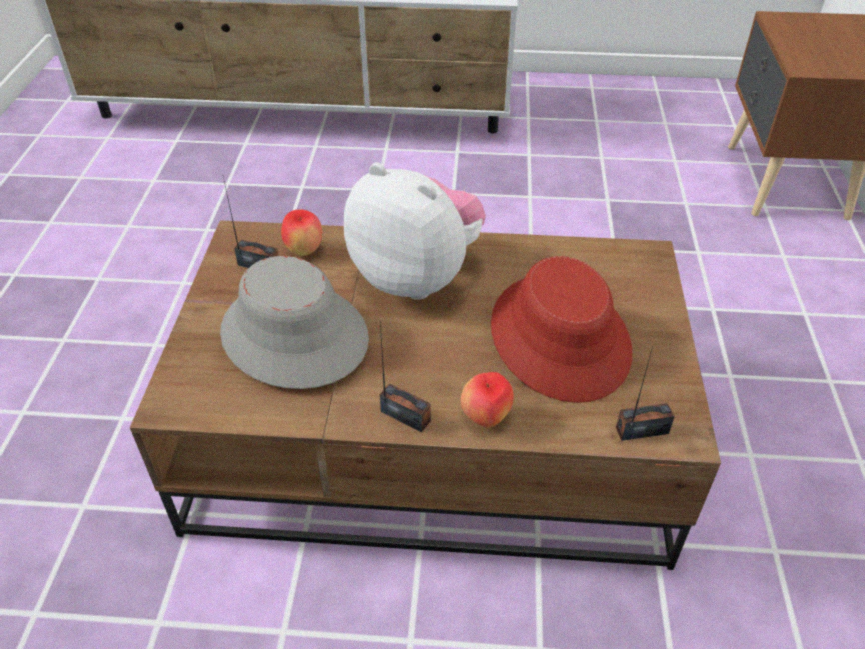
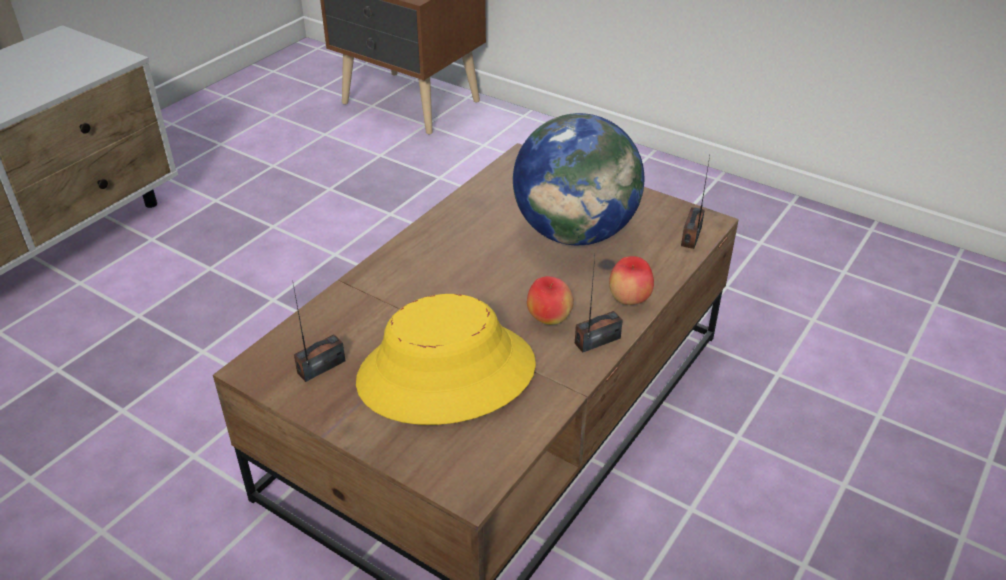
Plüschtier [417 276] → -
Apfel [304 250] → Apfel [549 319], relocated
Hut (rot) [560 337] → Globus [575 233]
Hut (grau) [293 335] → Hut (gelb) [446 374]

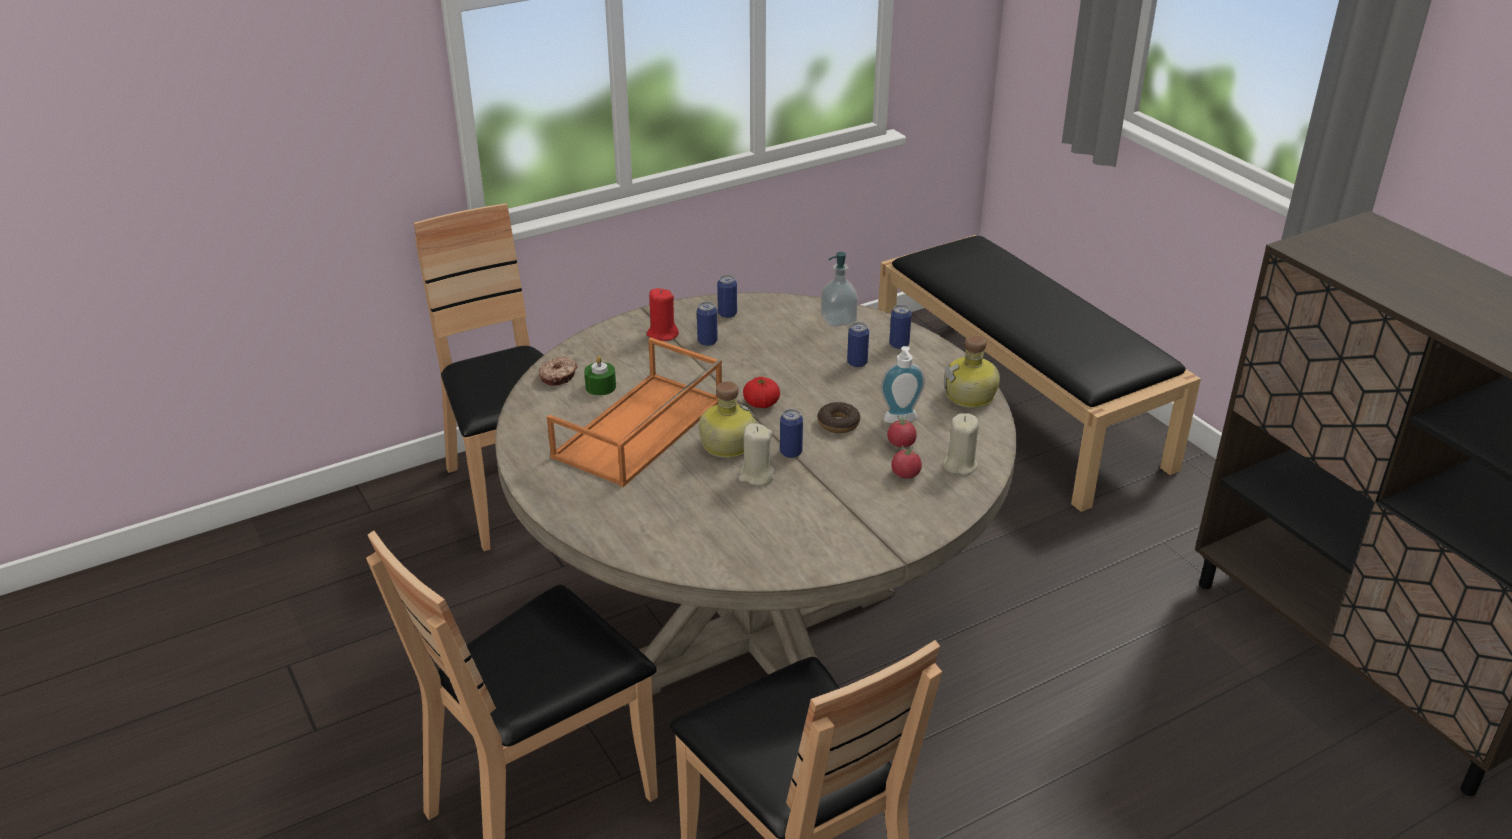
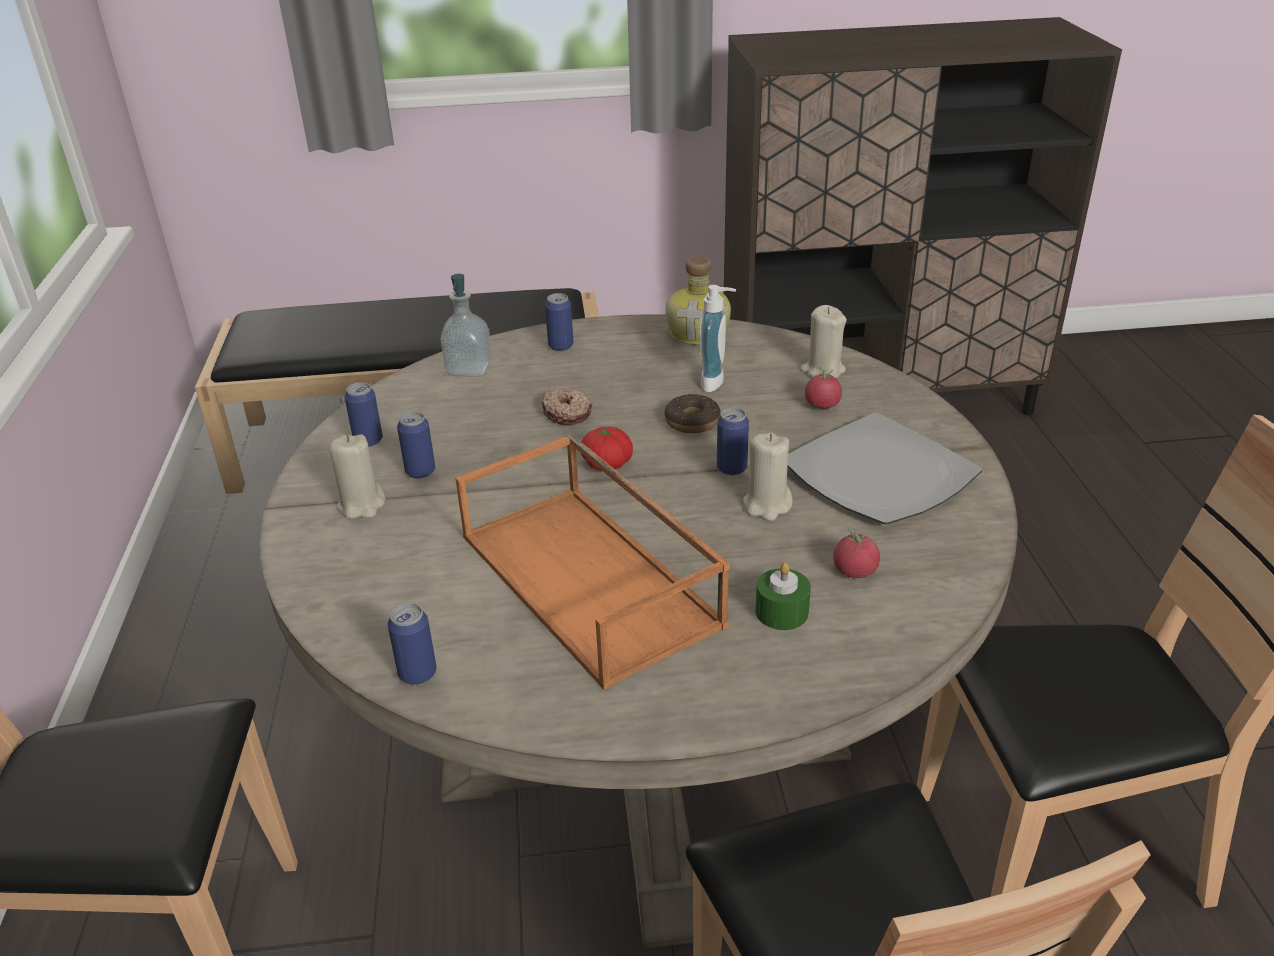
Flasche [726 444] → -
- → Teller [879 476]
Donut [559 376] → Donut [567 413], relocated
Kerze (grün) [600 387] → Kerze (grün) [781 612], relocated
Dose [857 363] → Dose [417 673], relocated
Tomate [901 444] → Tomate [854 571], relocated
Kerze (rot) [662 334] → Kerze (beige) [362 505]

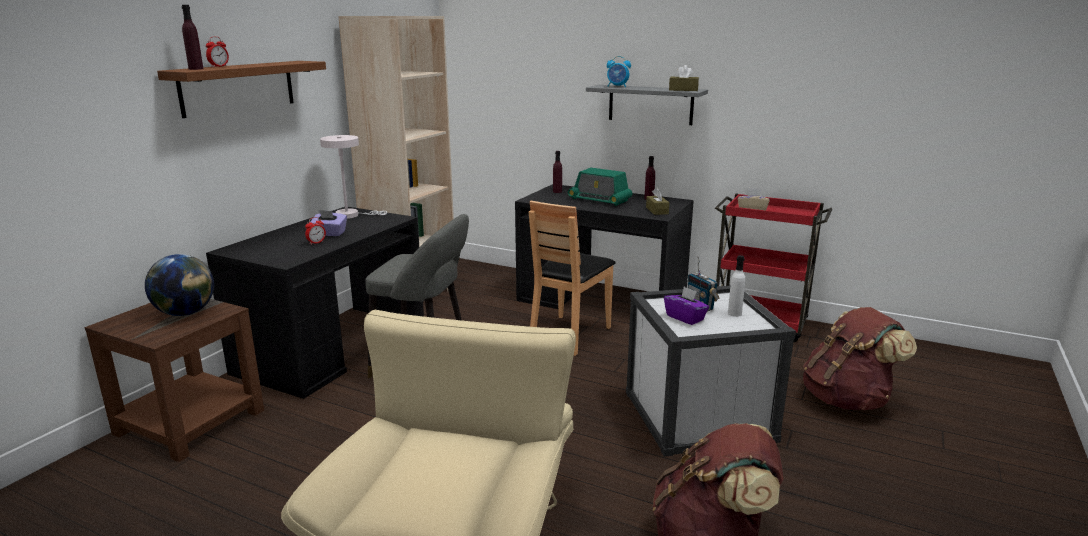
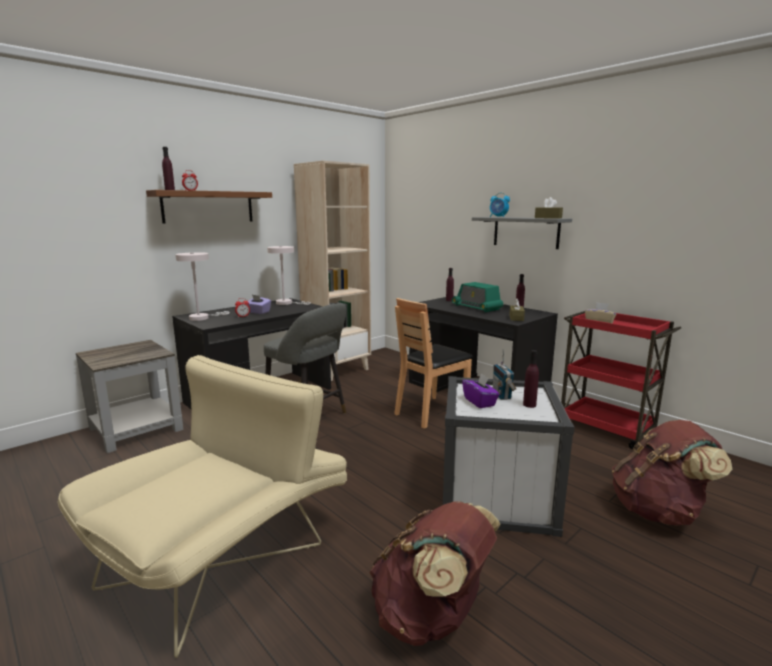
Globus [185 313] → -
- → Tischlampe (weiß) [202 318]
Beistelltisch (braun) [190 421] → Beistelltisch (grau) [136 428]
Flasche (weiß) [734 313] → Flasche (lila) [529 405]

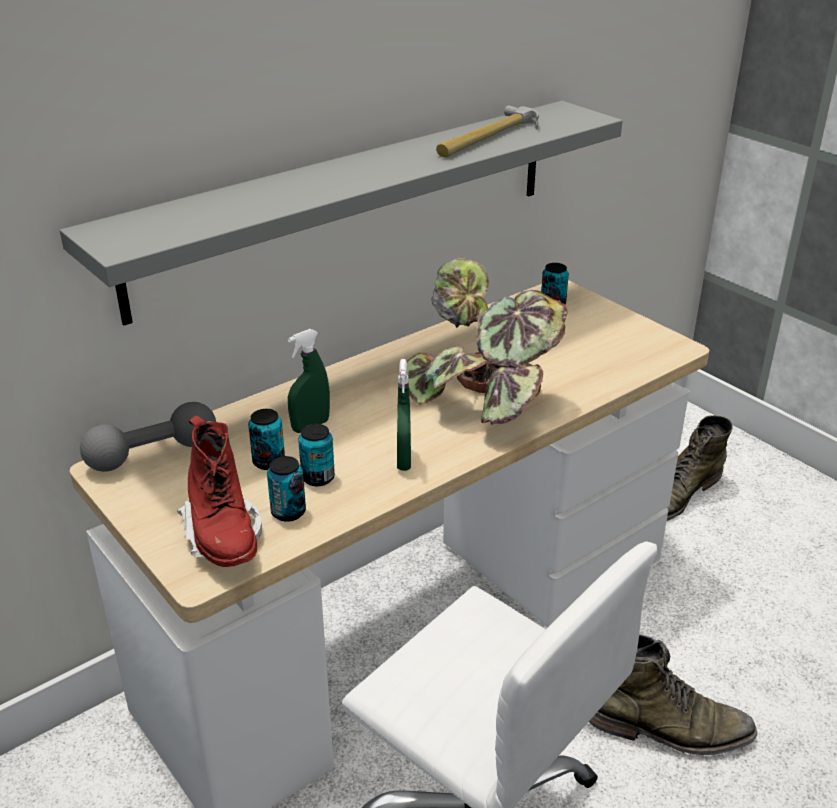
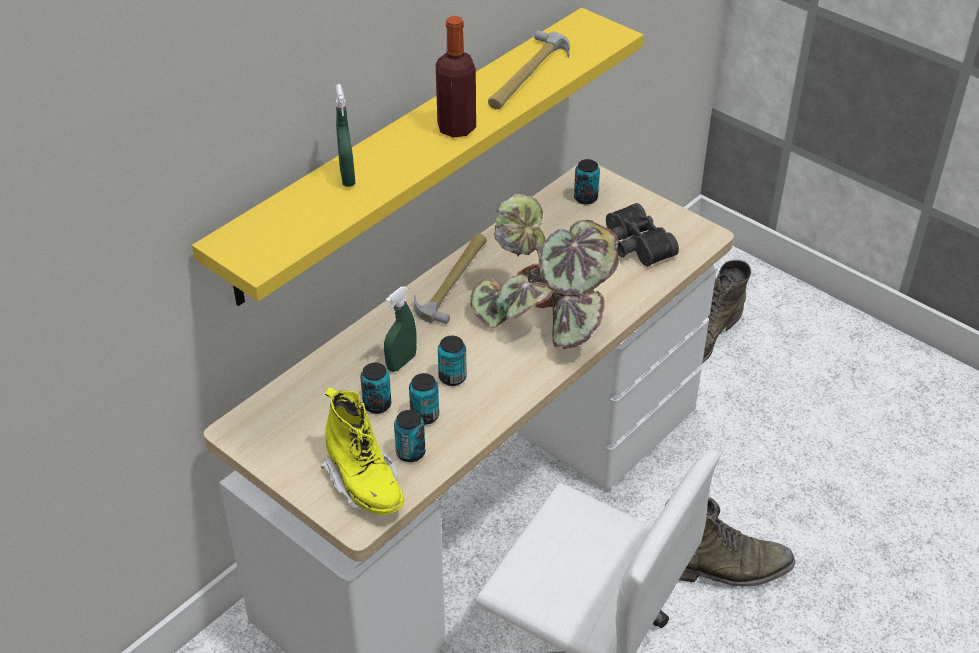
Hantel (grau) [153 454] → -
- → Hammer [454 281]
- → Flasche [456 128]
- → Dose [452 377]
- → Fernglas (schwarz) [633 246]
Sprühflasche (grün) [404 460] → Sprühflasche (grün) [347 177], relocated
Wandregal (grau) [351 204] → Wandregal (gelb) [410 151]
Stiefel (rot) [223 537] → Stiefel (gelb) [364 483]

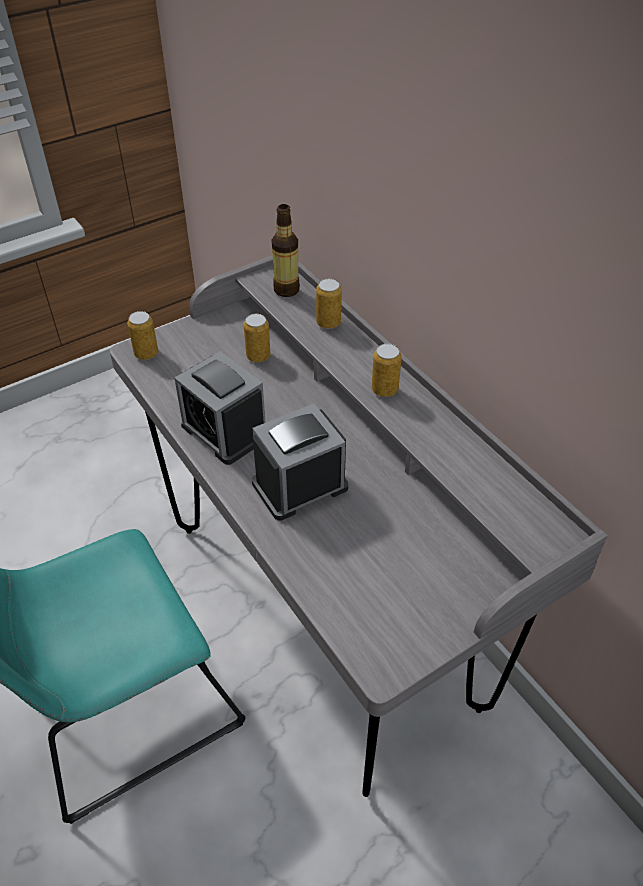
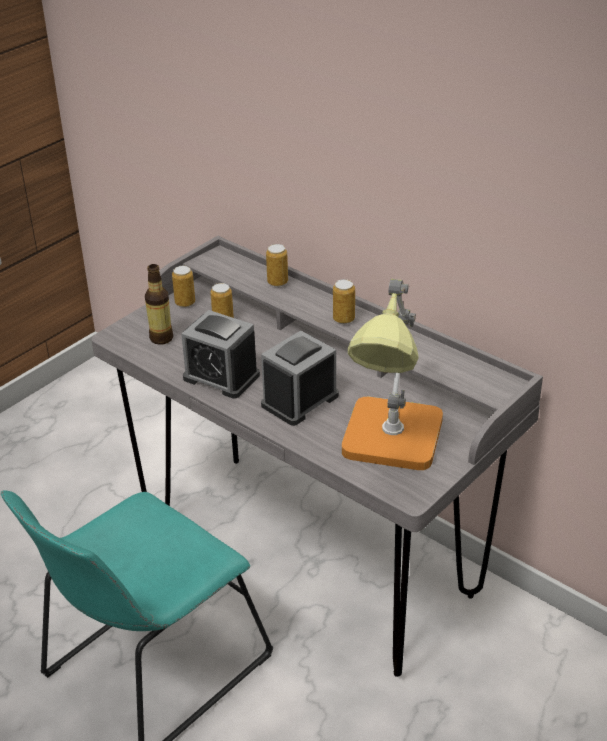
- → Tischlampe [390 445]
Dose [146 353] → Dose [185 303], relocated
Flasche [286 290] → Flasche [161 338], relocated

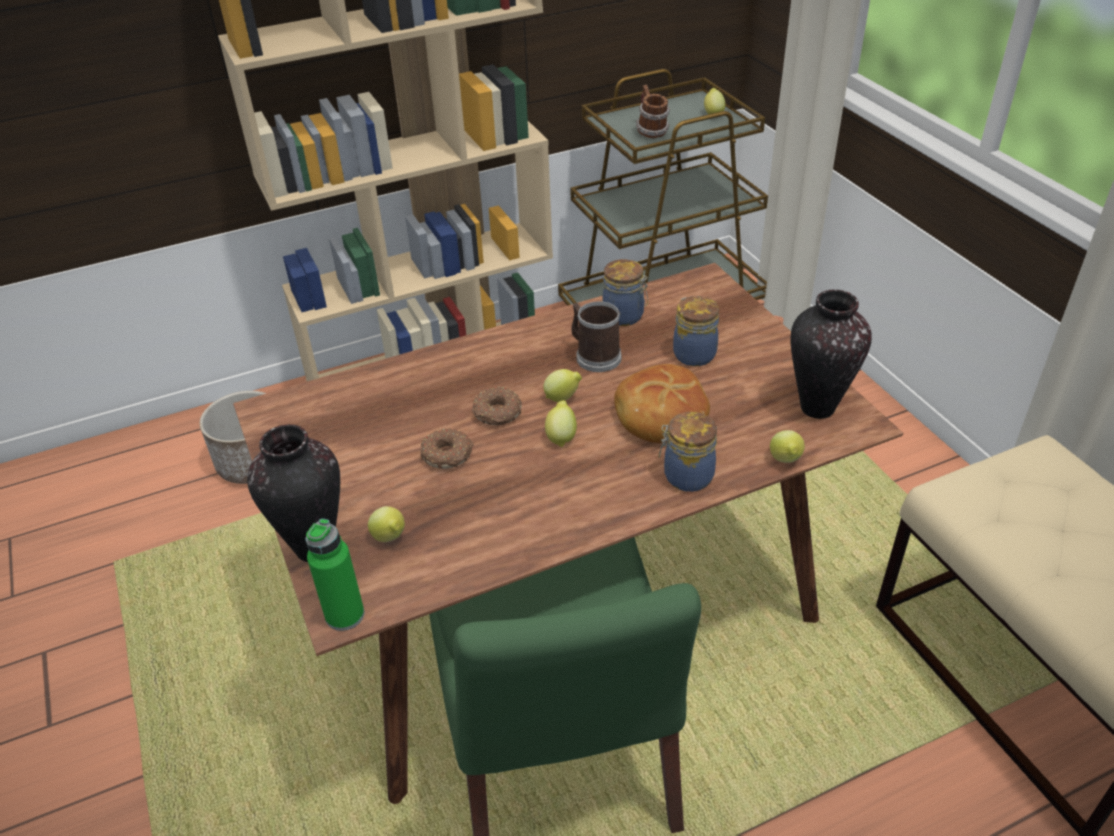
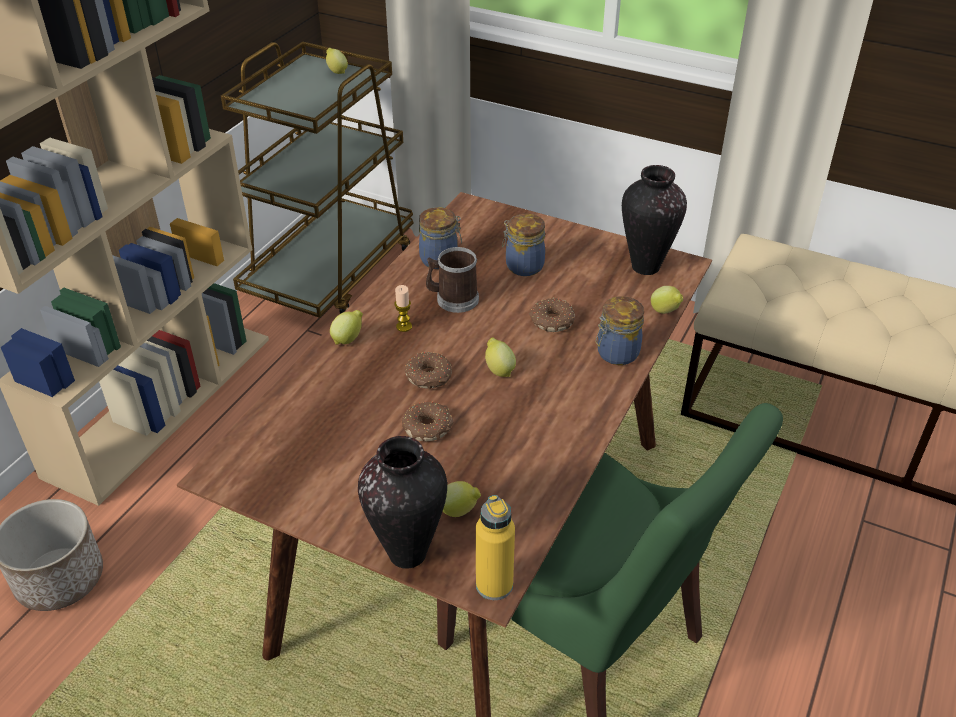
Henkelbecher [650 131] → -
- → Kerze [404 326]
Zitrone [563 398] → Zitrone [348 339], relocated
Brot [660 416] → Donut [551 321]
Flasche (grün) [345 615] → Flasche (gelb) [494 585]

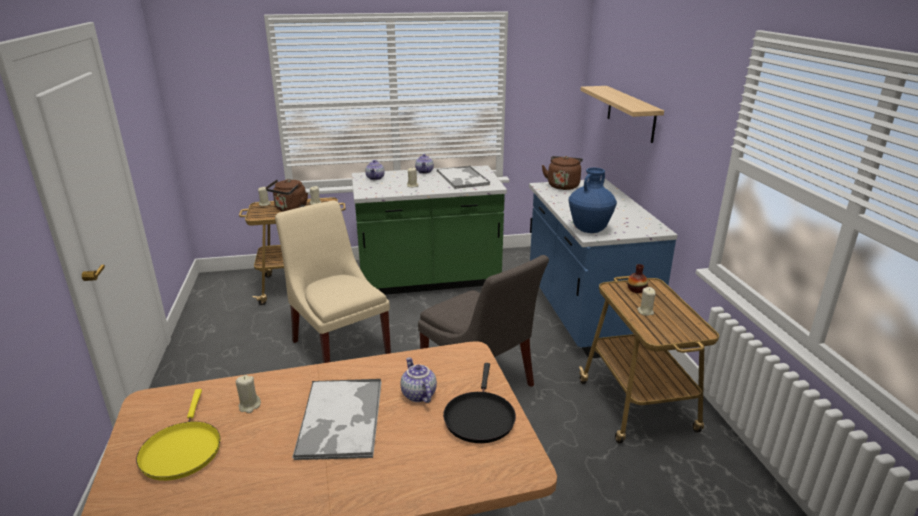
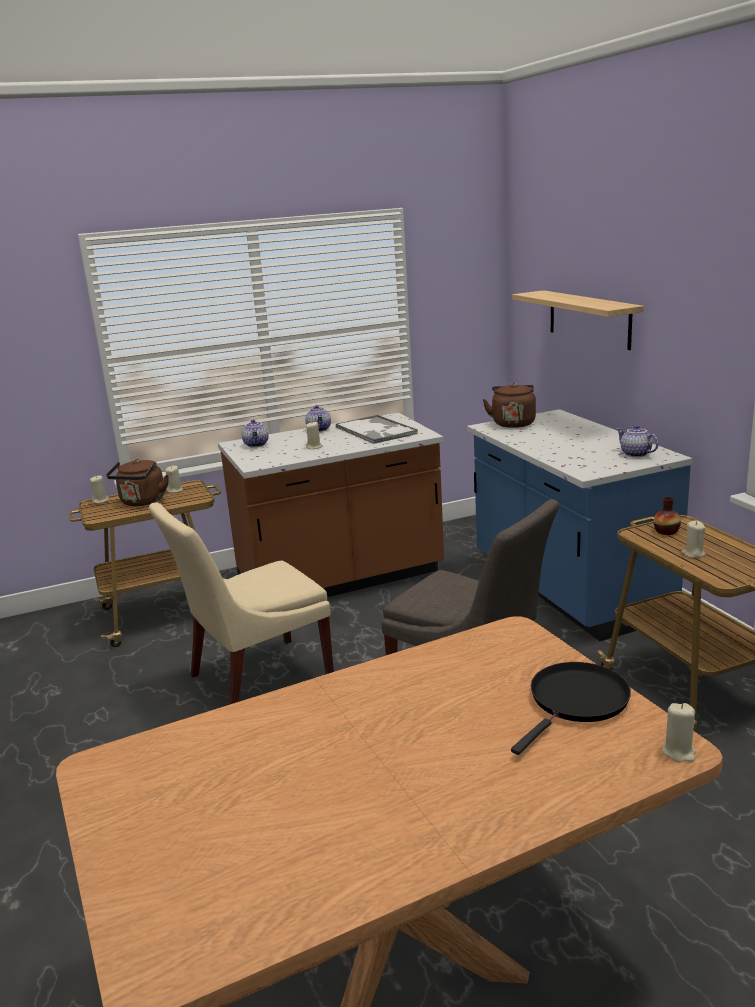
Pfanne (gelb) [182 450] → -
Tablett [340 419] → -
Vase (blau) [589 230] → -
Kerze (beige) [249 406] → Kerze (beige) [679 752], relocated
Teekanne [417 394] → Teekanne [635 454], relocated
Küchenzeile (grün) [428 280] → Küchenzeile (braun) [341 579]
Stuhl (beige) [339 344] → Stuhl (beige) [254 679], 75 degrees counterclockwise
Pfanne (schwarz) [479 417] → Pfanne (schwarz) [576 702], 135 degrees counterclockwise

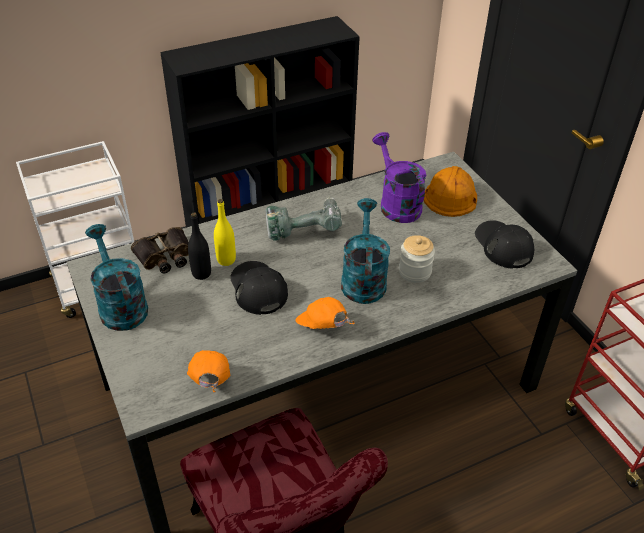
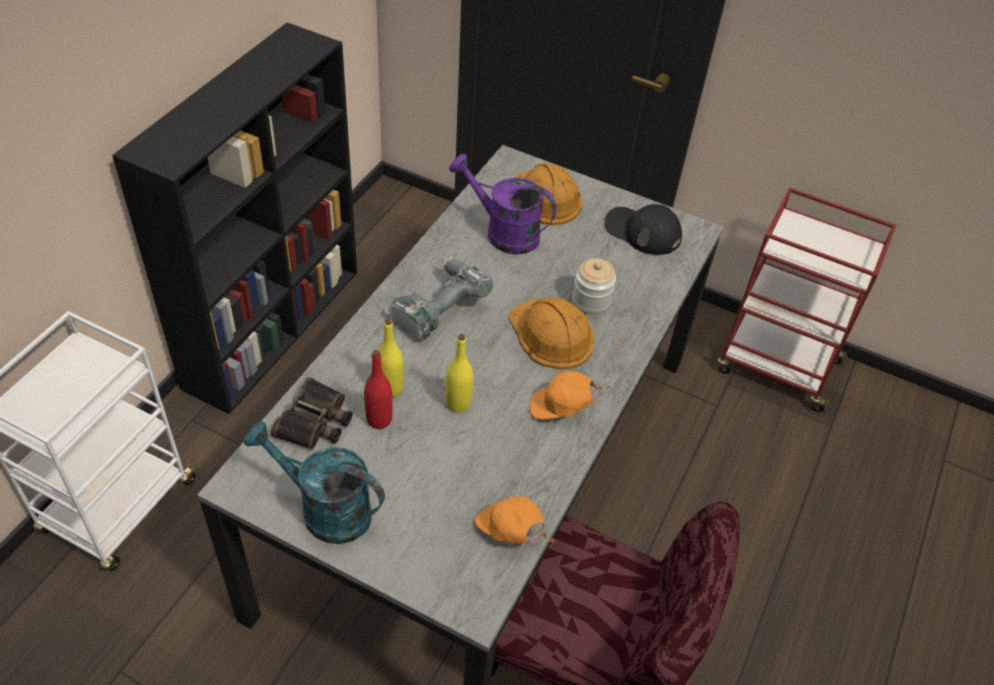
Kappe (schwarz) [258 289] → Flasche (gelb) [458 403]
Gießkanne (türkis) [363 279] → Schutzhelm (orange) [551 334]
Flasche (schwarz) [201 273] → Flasche (rot) [379 419]

